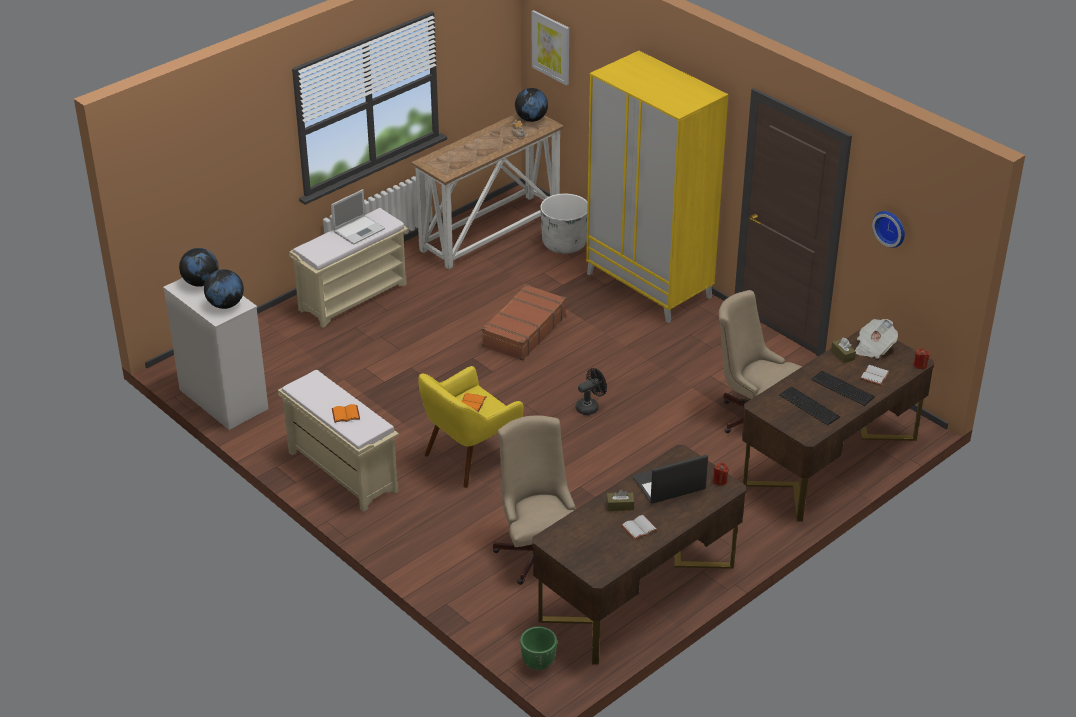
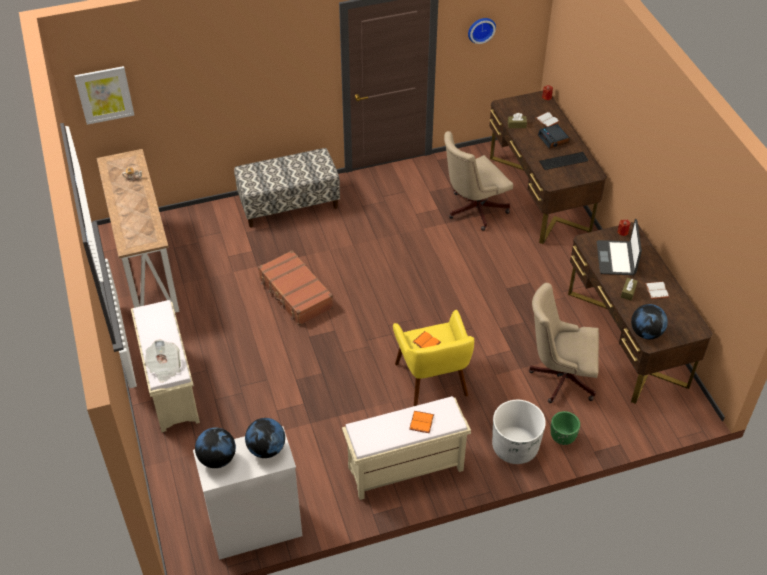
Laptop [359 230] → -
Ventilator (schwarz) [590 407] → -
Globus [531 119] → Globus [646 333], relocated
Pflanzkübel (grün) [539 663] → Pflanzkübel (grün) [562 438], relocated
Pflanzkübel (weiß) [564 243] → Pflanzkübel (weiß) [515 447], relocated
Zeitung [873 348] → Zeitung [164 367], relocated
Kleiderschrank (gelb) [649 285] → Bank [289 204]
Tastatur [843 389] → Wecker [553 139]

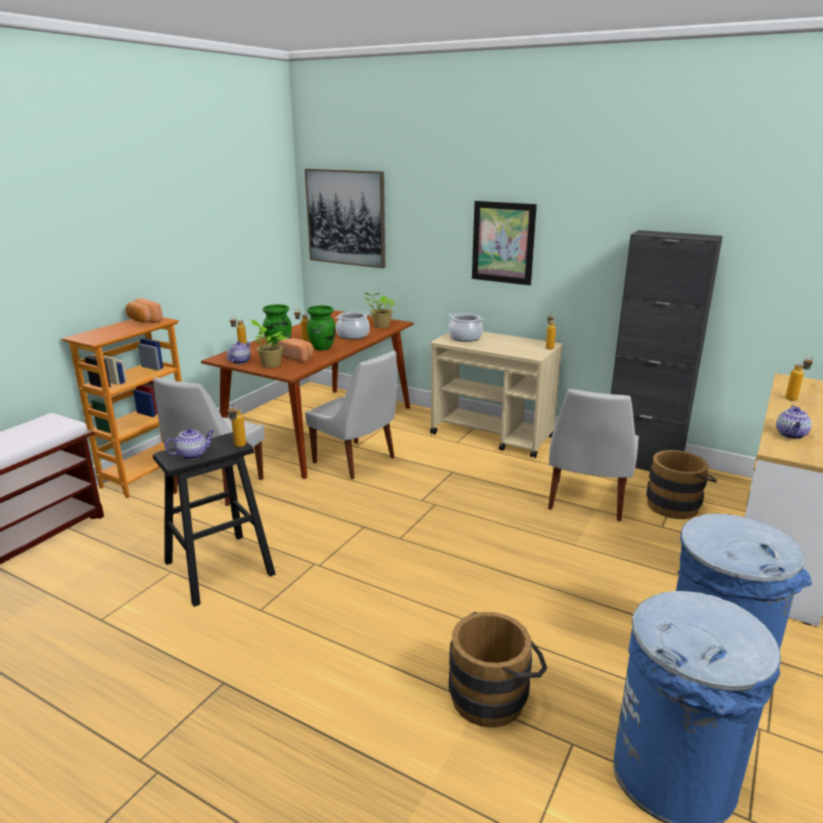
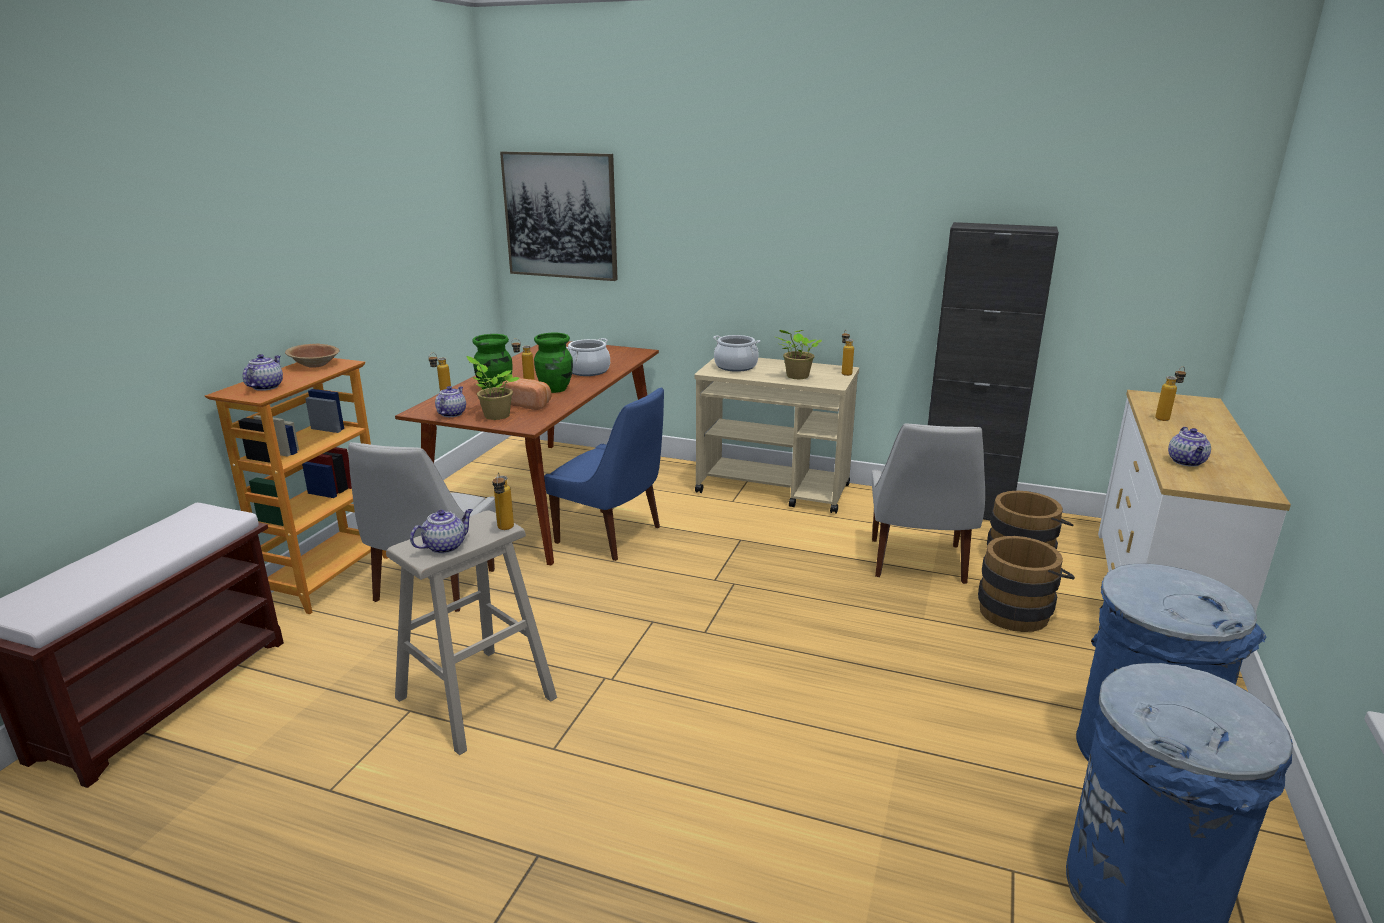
Bild [503 242] → -
- → Teekanne [266 387]
Topfpflanze [380 326] → Topfpflanze [796 376], relocated
Eimer (braun) [494 695] → Eimer (braun) [1018 611], relocated
Brot [143 321] → Schüssel (braun) [315 365]
Hocker (schwarz) [219 568] → Hocker (beige) [476 697]
Stuhl (weiß) [356 461] → Stuhl (blau) [612 536]

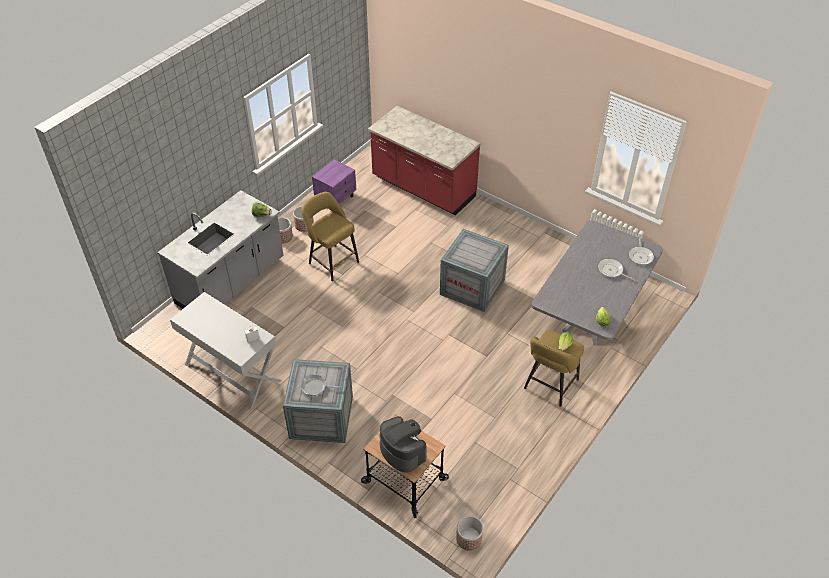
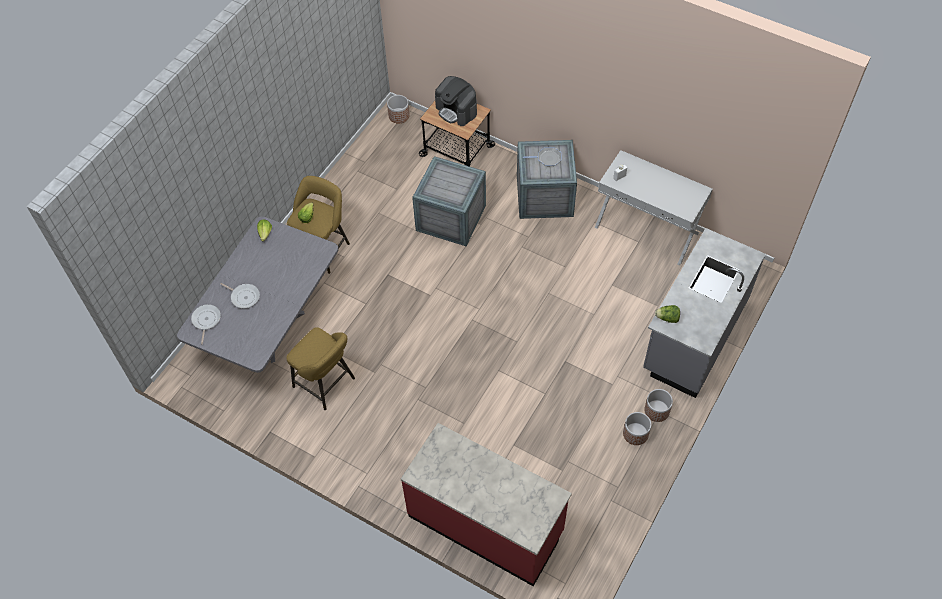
Nachttisch (lila) [336 199] → -
Hocker (gelb) [332 261] → Hocker (gelb) [326 384], relocated
Kiste [473 287] → Kiste [450 217], relocated

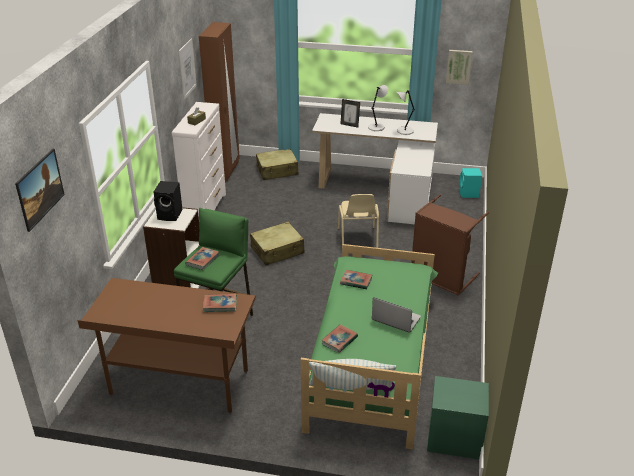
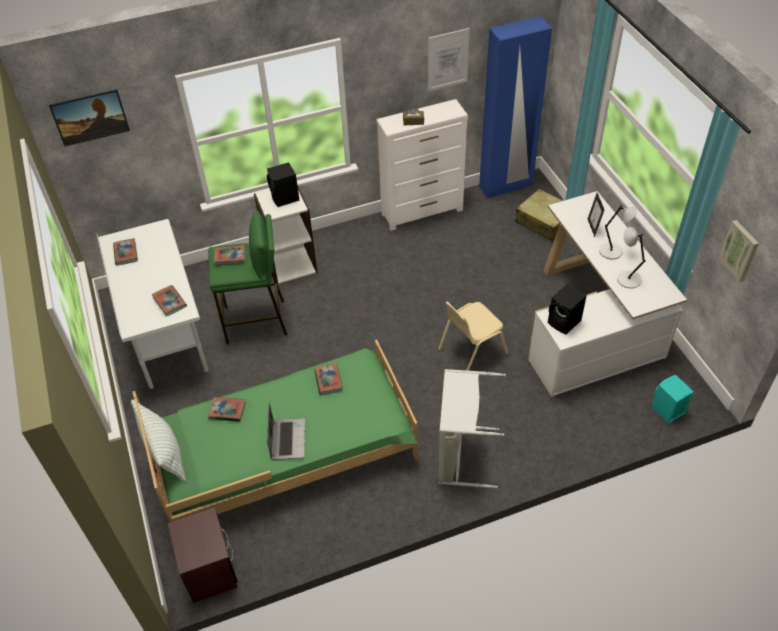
Koffer (beige) [277 250] → -
- → Buch [126 253]
- → Lautsprecher (schwarz) [565 322]
Schreibtisch (braun) [179 384] → Schreibtisch (weiß) [167 338]
Kleiderschrank (braun) [226 170] → Kleiderschrank (blau) [506 186]
Wäschekorb (braun) [441 278] → Wäschekorb (grau) [459 455]
Nachttisch (grün) [454 439] → Nachttisch (braun) [209 570]

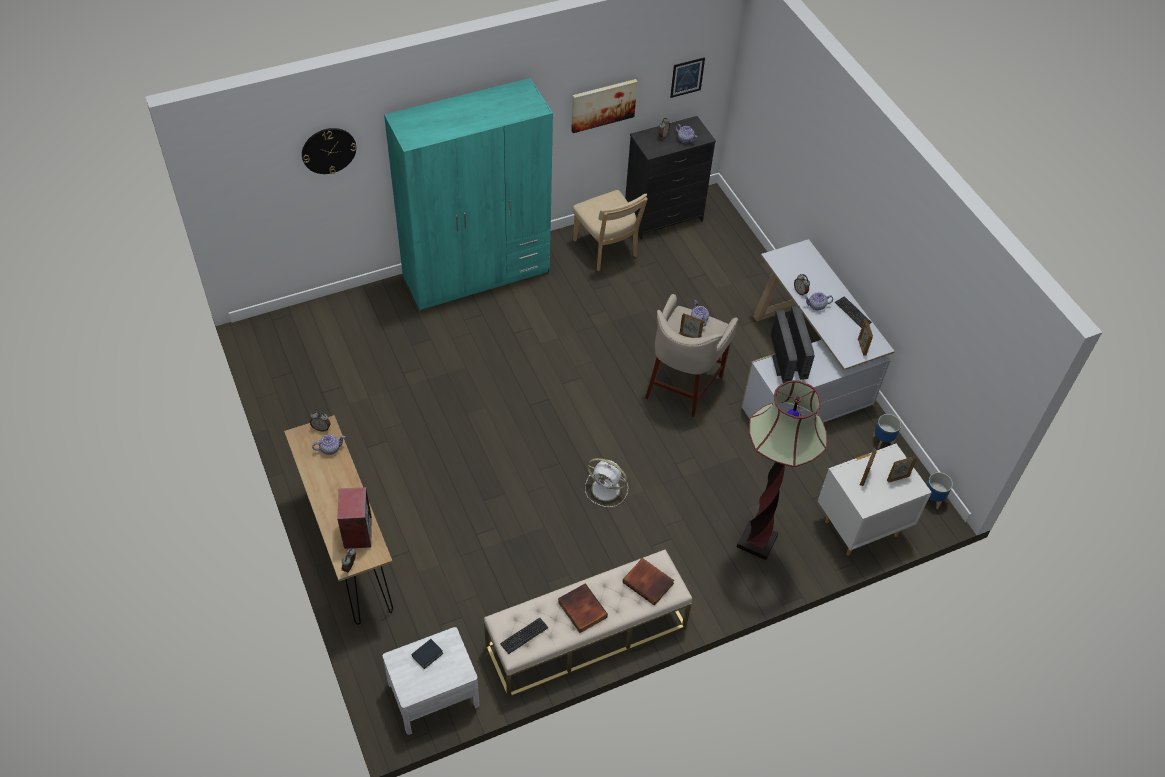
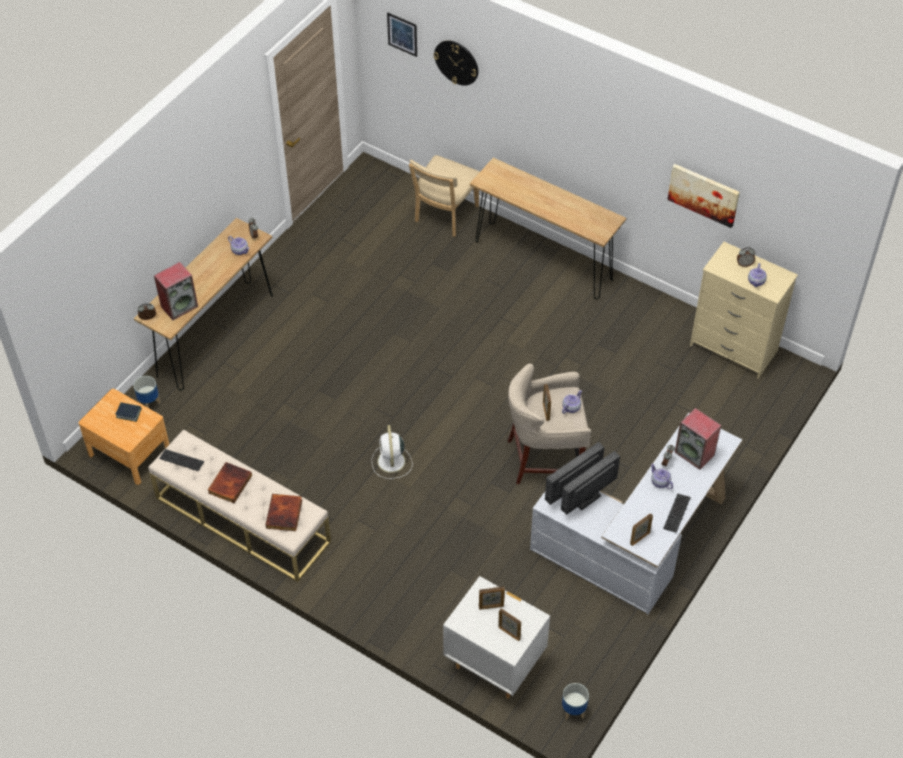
Stehlampe [757 541] → -
- → Lautsprecher [695 453]
Stuhl (beige) [606 250] → Stuhl (beige) [444 216], relocated
Bild [687 77] → Bild [402 34], relocated
Pflanzkübel [883 441] → Pflanzkübel [149 403], relocated
Kleiderschrank (türkis) [477 274] → Konsolentisch (braun) [543 260]
Nachttisch (weiß) [433 694] → Nachttisch (braun) [129 452]
Kommode (schwarz) [663 217] → Kommode (beige) [733 348]

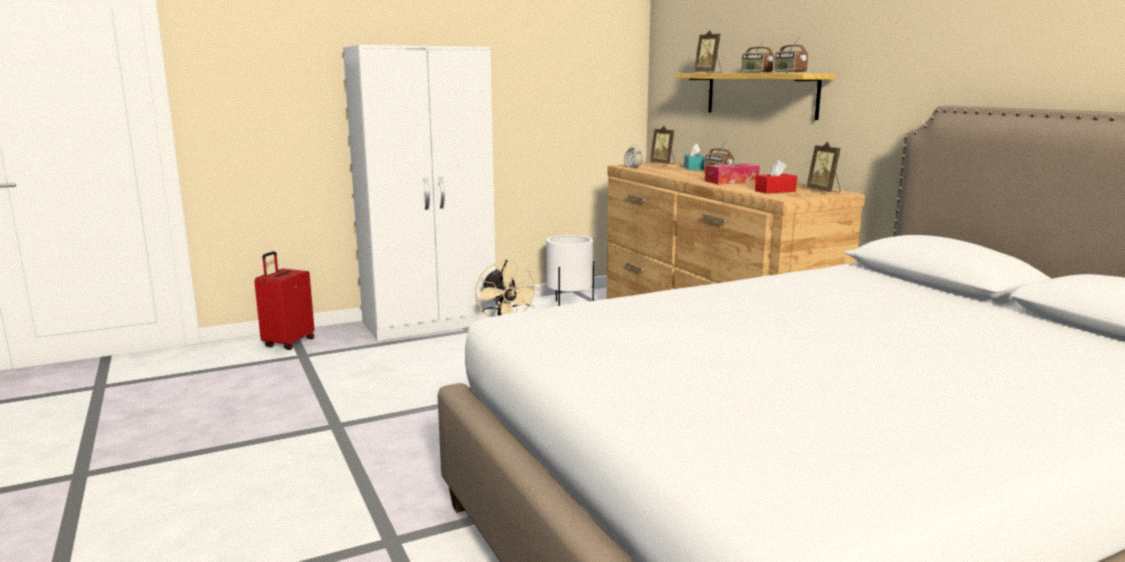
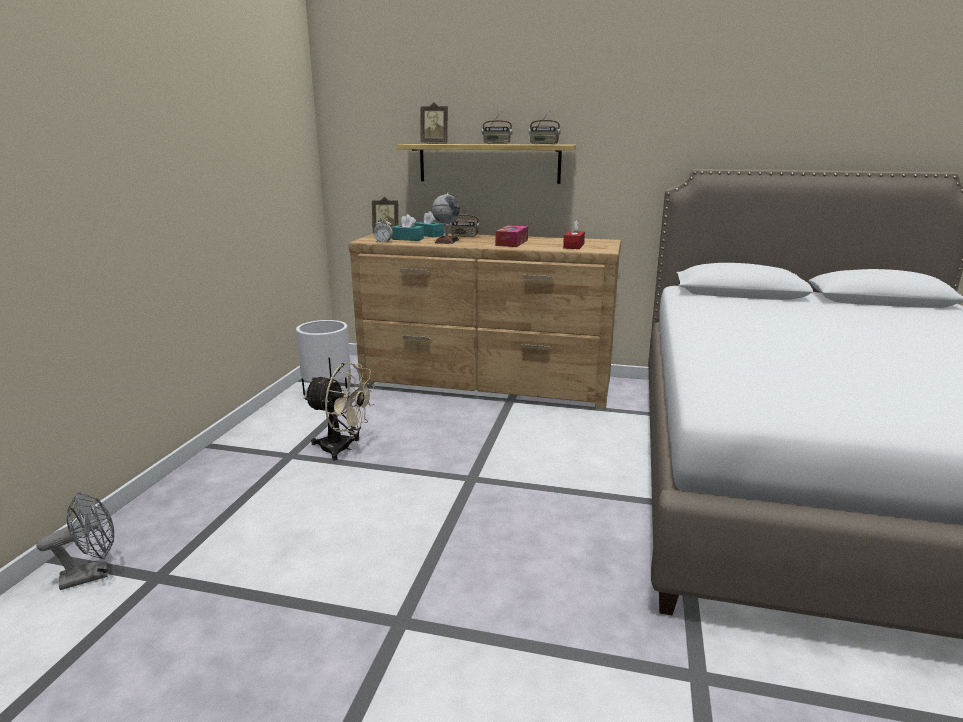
Kleiderschrank (weiß) [430 323] → -
Bilderrahmen [824 191] → -
- → Taschentuchbox (türkis) [408 239]
- → Globus [446 241]
Koffer (rot) [288 343] → Ventilator (grau) [93 574]

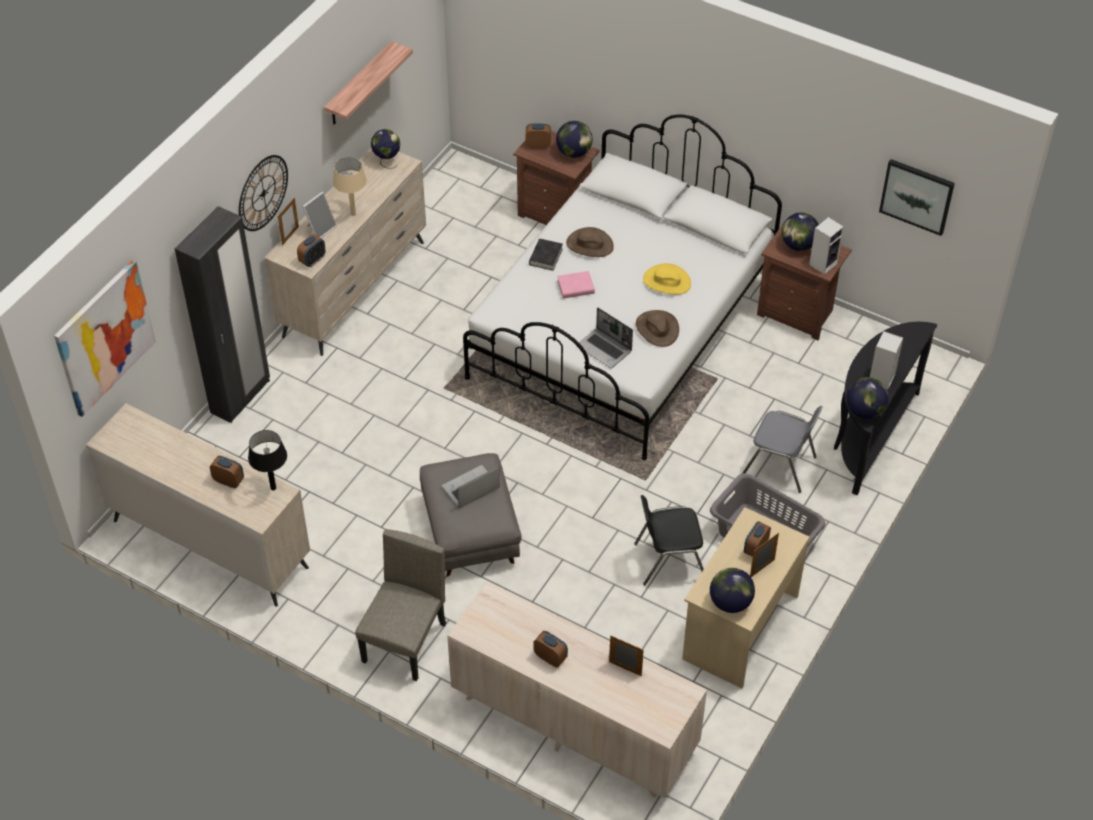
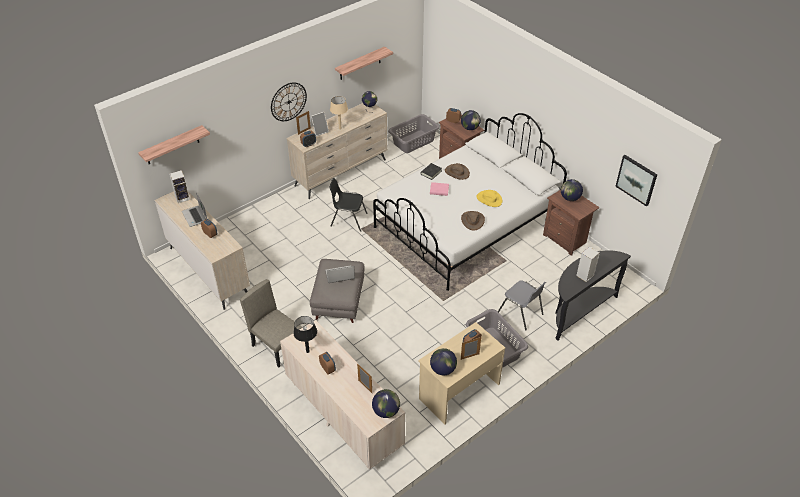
Kleiderschrank (schwarz) [241 397] → -
- → Wäschekorb (grau) [413 141]
Tischlampe (schwarz) [273 488] → Tischlampe (schwarz) [307 351], relocated
Laptop [605 349] → Laptop [195 216], relocated
Stuhl (schwarz) [668 560] → Stuhl (schwarz) [348 220], relocated
Lautsprecher [823 263] → Lautsprecher [183 197], relocated
Globus [864 411] → Globus [386 411], relocated
Bild [104 337] → Wandregal [172 145]
Stuhl (beige) [405 643] → Stuhl (beige) [277 346], 90 degrees counterclockwise

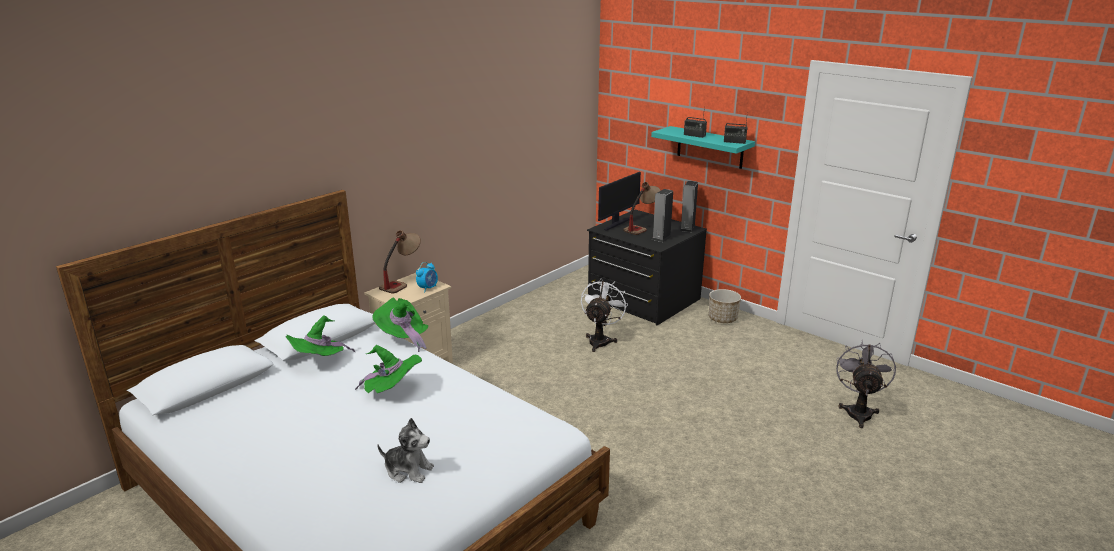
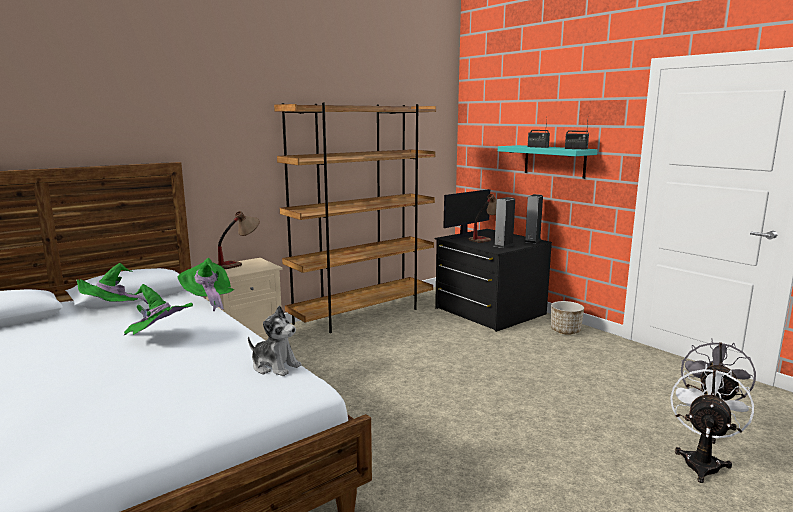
Wecker [428 288] → -
- → Bücherregal (braun) [363 314]
Plüschtier [408 470] → Plüschtier [275 366], relocated
Ventilator (weiß) [600 340] → Ventilator (weiß) [702 461], relocated

